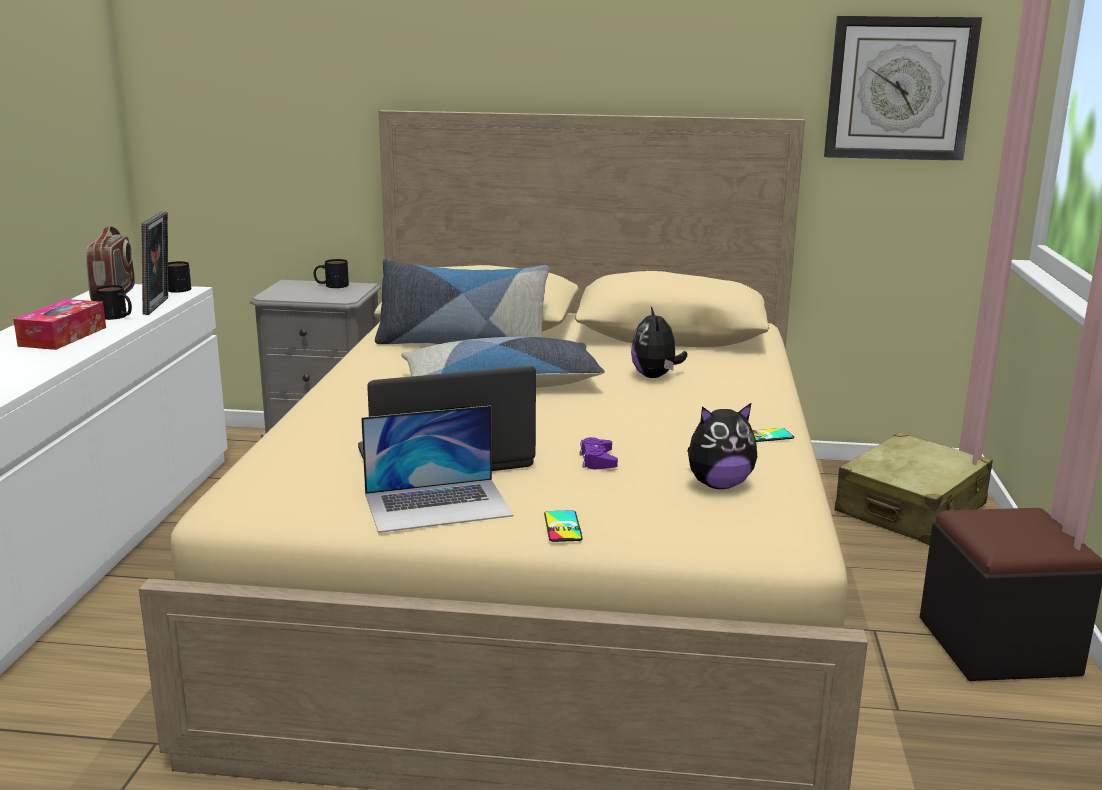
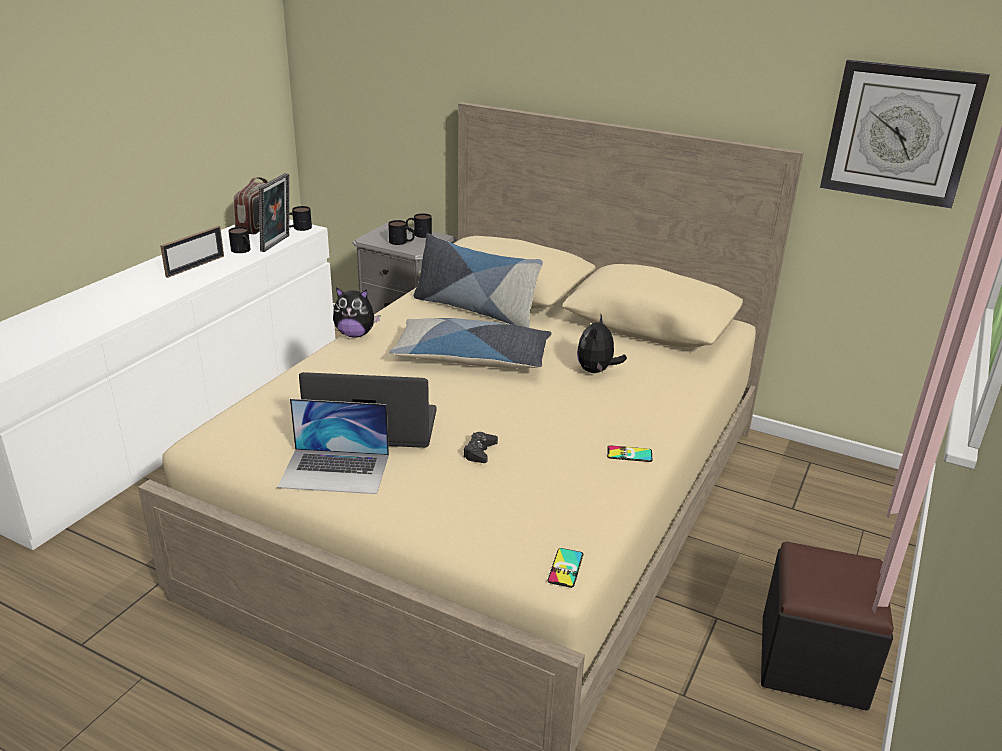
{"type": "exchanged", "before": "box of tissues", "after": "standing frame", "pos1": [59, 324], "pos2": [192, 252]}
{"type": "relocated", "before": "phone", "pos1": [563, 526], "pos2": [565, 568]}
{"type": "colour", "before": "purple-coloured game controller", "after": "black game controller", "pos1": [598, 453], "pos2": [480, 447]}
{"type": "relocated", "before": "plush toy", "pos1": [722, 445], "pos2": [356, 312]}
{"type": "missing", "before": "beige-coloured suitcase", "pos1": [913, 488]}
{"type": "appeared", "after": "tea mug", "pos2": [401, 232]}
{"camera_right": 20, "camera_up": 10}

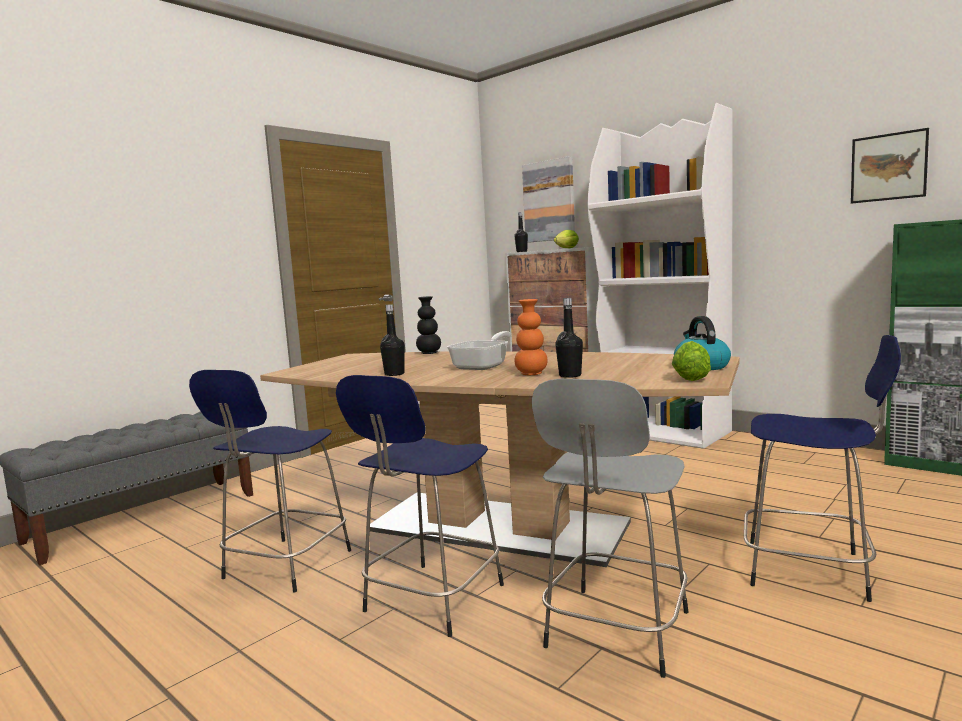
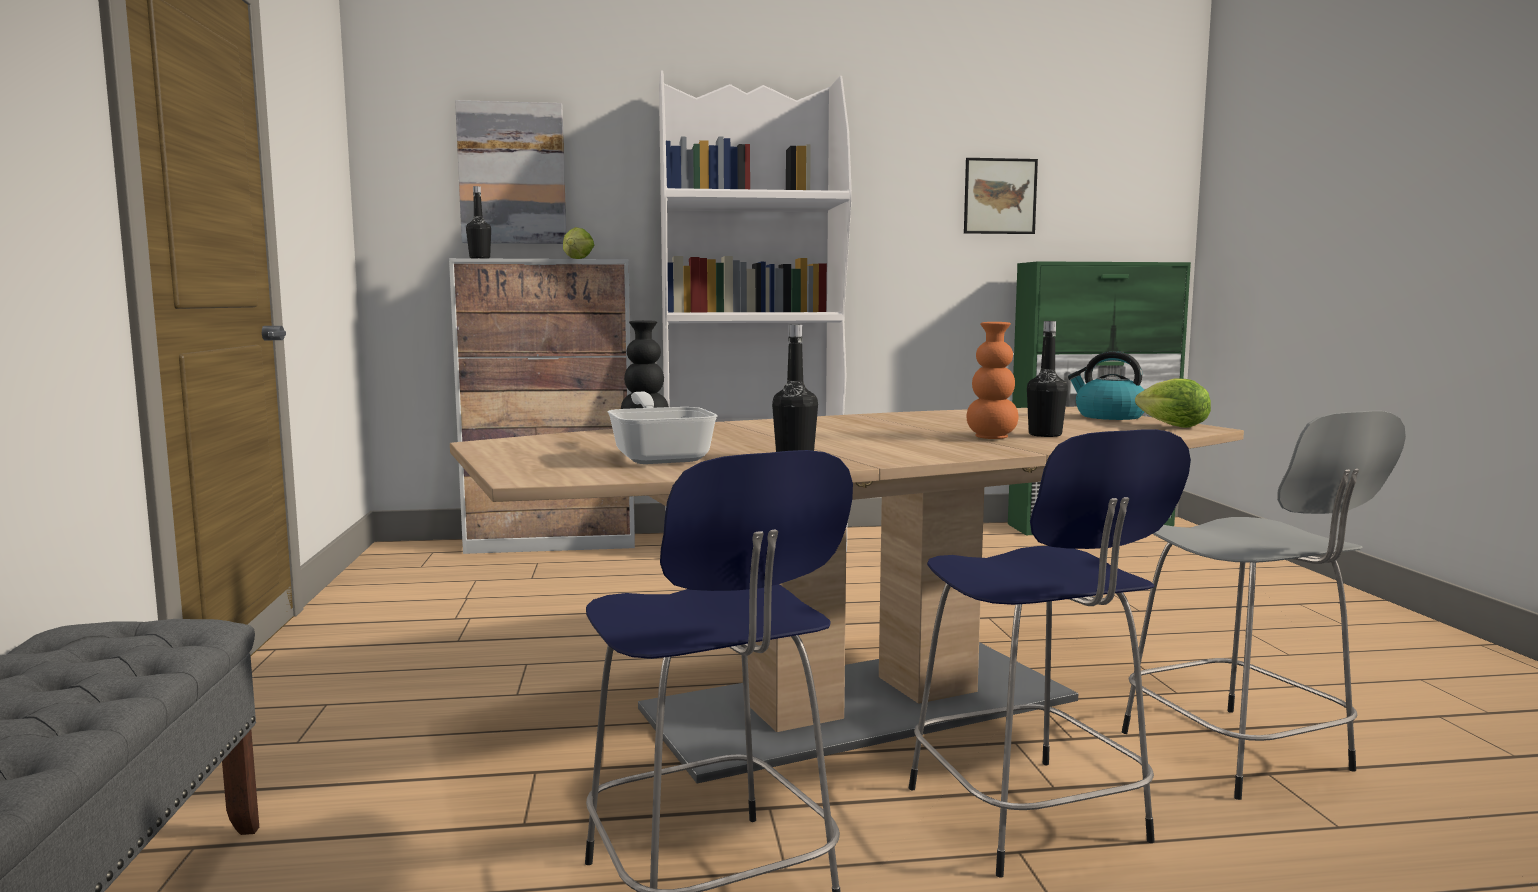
{"type": "relocated", "before": "frying pan", "pos1": [479, 350], "pos2": [663, 428]}
{"type": "missing", "before": "blue sitting stool", "pos1": [822, 468]}
{"camera_right": -50, "camera_up": 0}

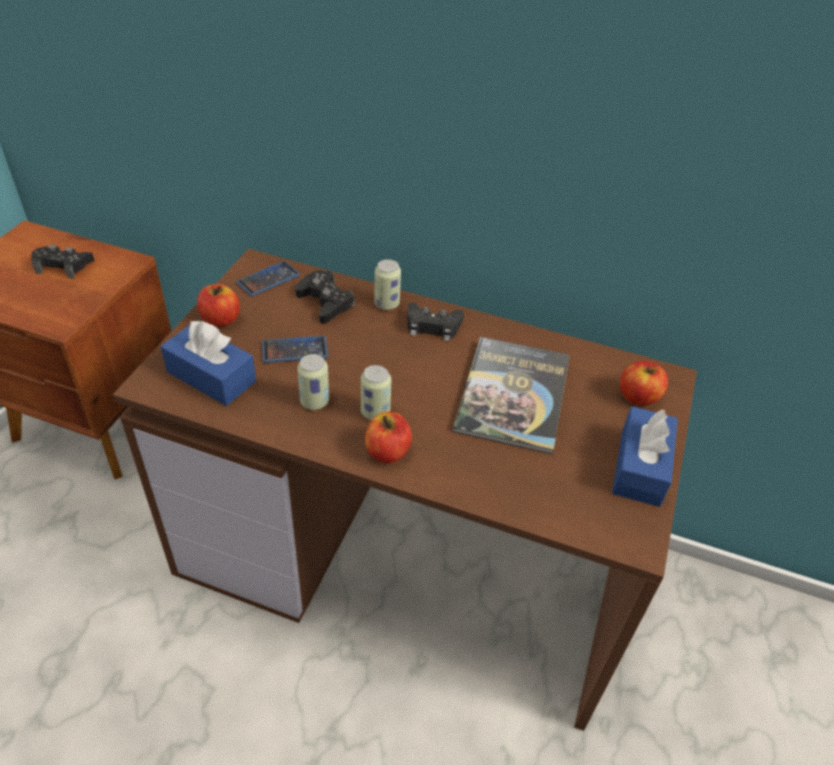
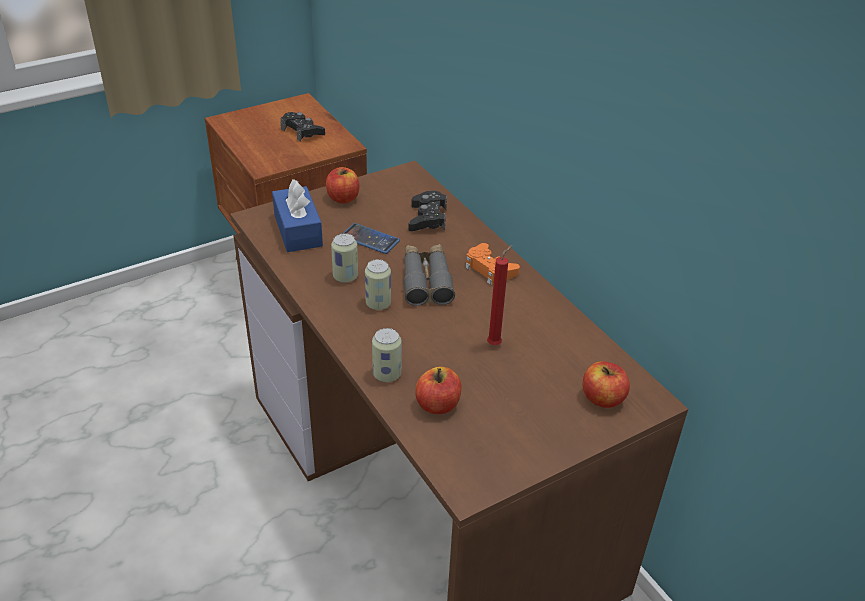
{"type": "missing", "before": "phone", "pos1": [268, 278]}
{"type": "relocated", "before": "whole apple", "pos1": [388, 437], "pos2": [438, 390]}
{"type": "relocated", "before": "sealed can", "pos1": [387, 284], "pos2": [387, 355]}
{"type": "colour", "before": "black game controller", "after": "orange game controller", "pos1": [435, 322], "pos2": [492, 264]}
{"type": "exchanged", "before": "bound book", "after": "red-coloured candle", "pos1": [511, 395], "pos2": [500, 295]}
{"type": "missing", "before": "blue box of tissues", "pos1": [645, 456]}
{"type": "appeared", "after": "grey field glasses", "pos2": [429, 275]}
{"camera_right": 40, "camera_up": -5}

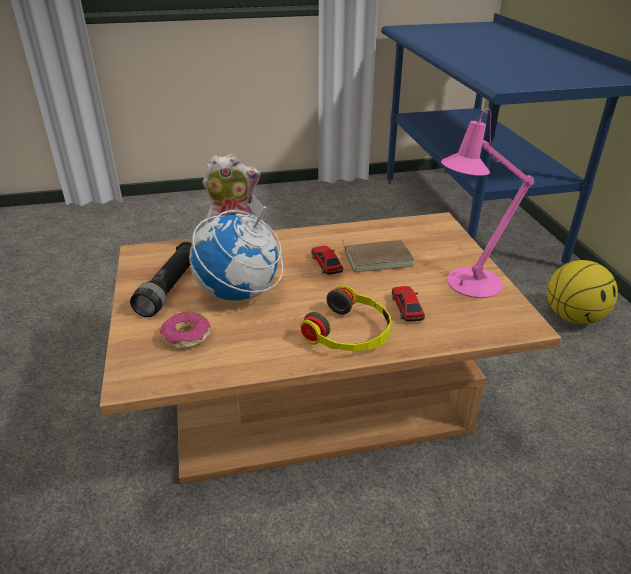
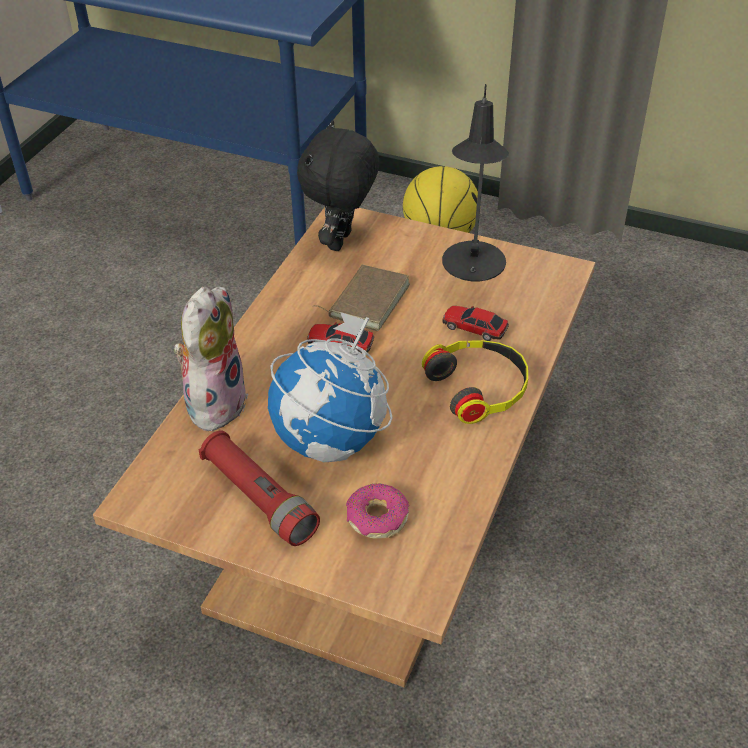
{"type": "colour", "before": "black flashlight", "after": "red-coloured flashlight", "pos1": [161, 279], "pos2": [259, 488]}
{"type": "colour", "before": "pinkish table lamp", "after": "black table lamp", "pos1": [487, 203], "pos2": [475, 182]}
{"type": "appeared", "after": "black plush toy", "pos2": [338, 185]}
{"camera_right": -55, "camera_up": 10}

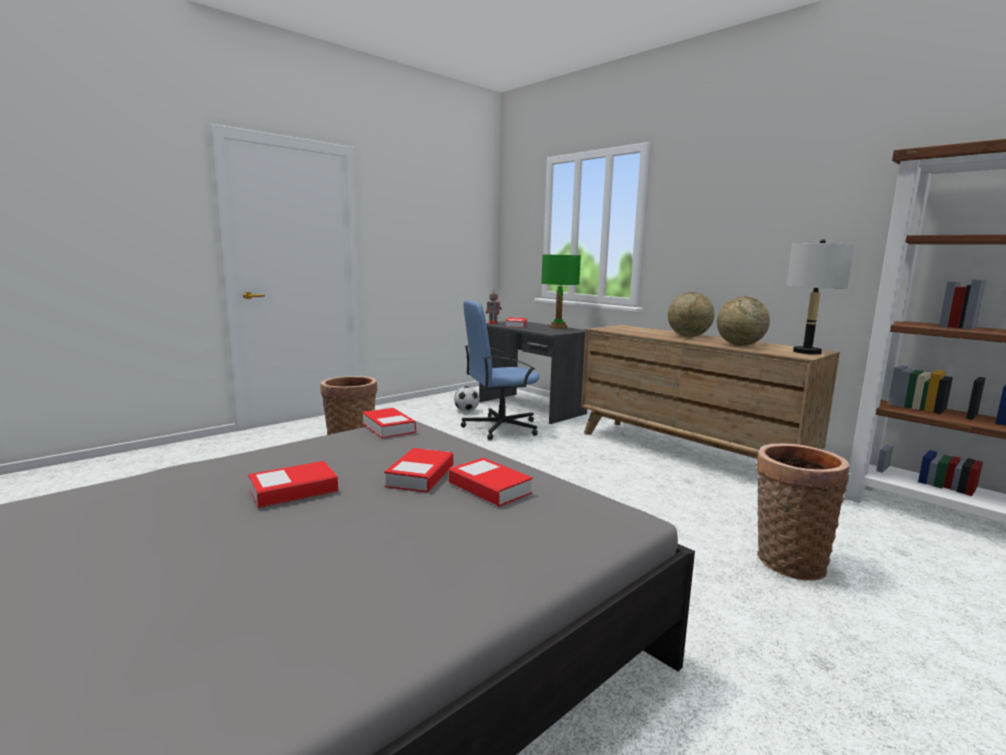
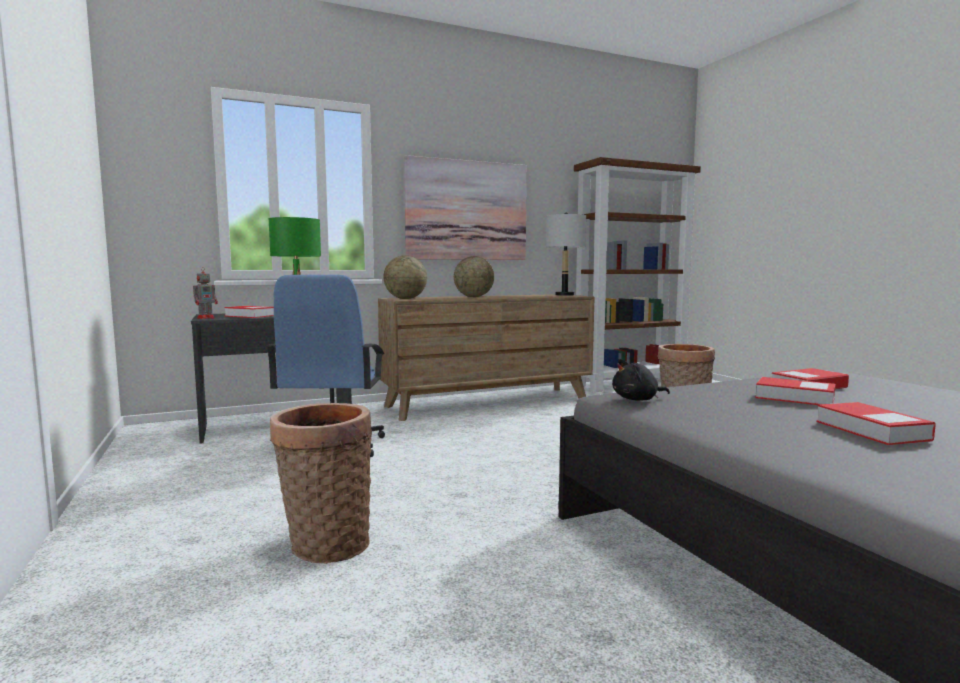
{"type": "exchanged", "before": "bound book", "after": "black plush toy", "pos1": [389, 423], "pos2": [641, 380]}
{"type": "missing", "before": "football", "pos1": [467, 399]}
{"type": "relocated", "before": "globe", "pos1": [743, 321], "pos2": [405, 277]}
{"type": "appeared", "after": "wall picture", "pos2": [465, 207]}
{"camera_right": -70, "camera_up": -5}

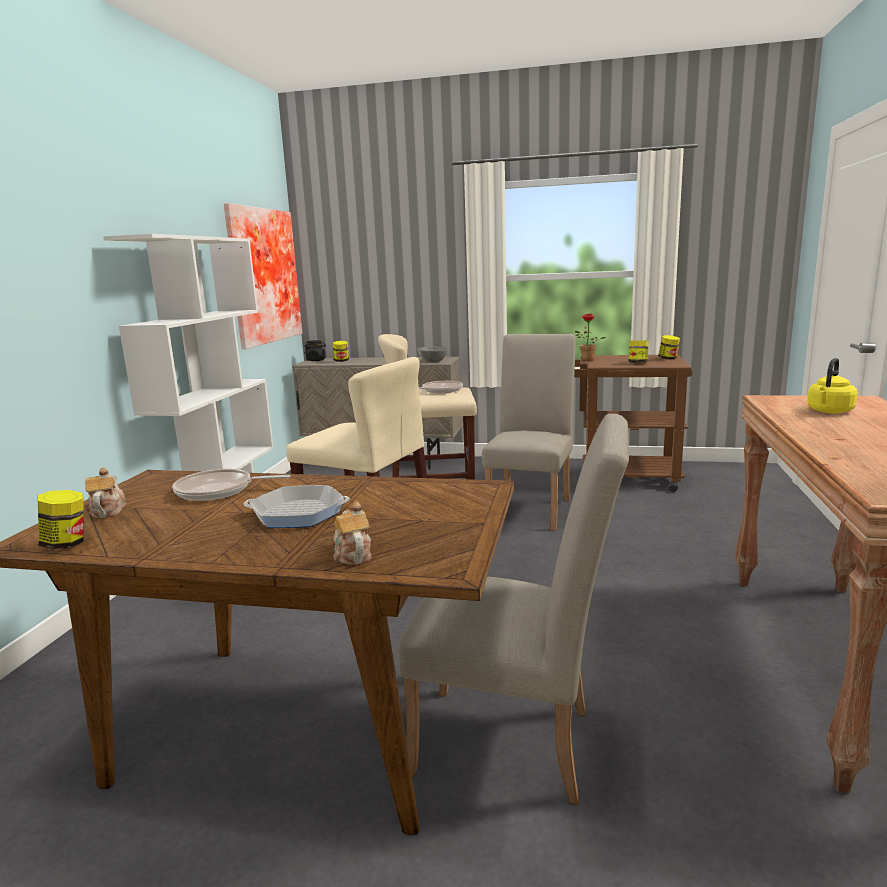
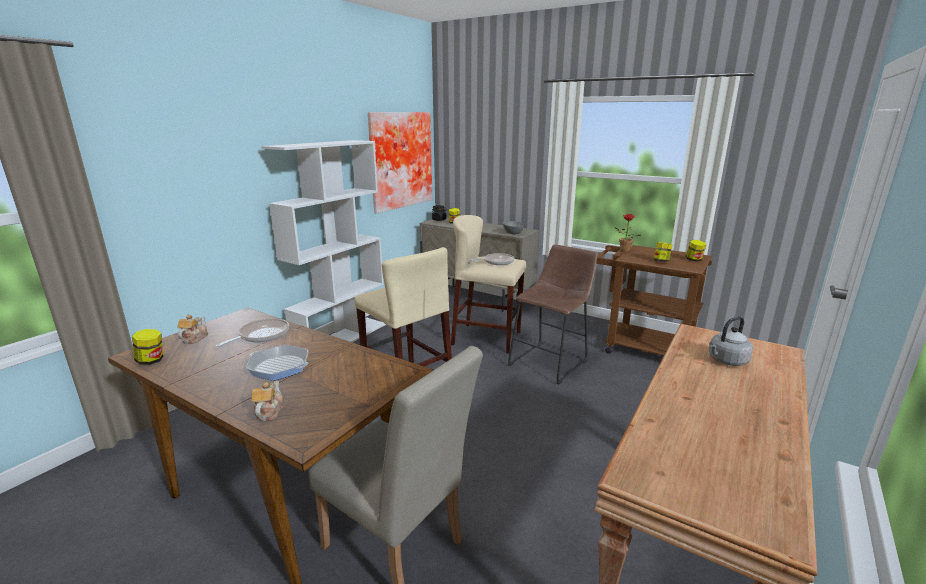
{"type": "spun", "before": "frying pan", "pos1": [231, 485], "pos2": [252, 332], "turn": 105}
{"type": "exchanged", "before": "beige-coloured chair", "after": "brownish sitting stool", "pos1": [529, 432], "pos2": [552, 314]}
{"type": "colour", "before": "yellow-coloured tea kettle", "after": "grey tea kettle", "pos1": [832, 385], "pos2": [731, 341]}
{"camera_right": 20, "camera_up": 5}

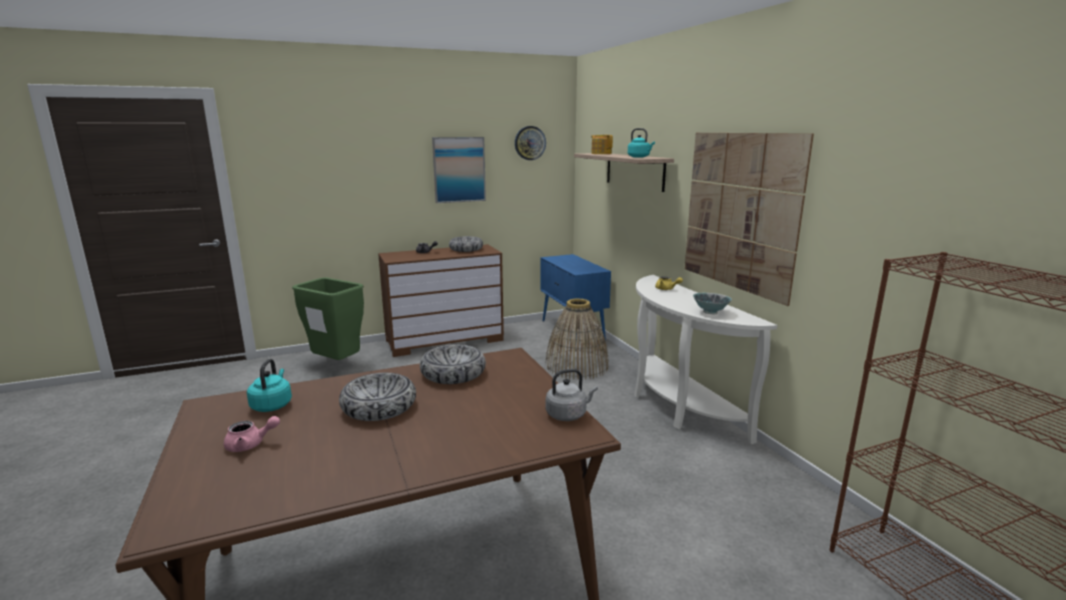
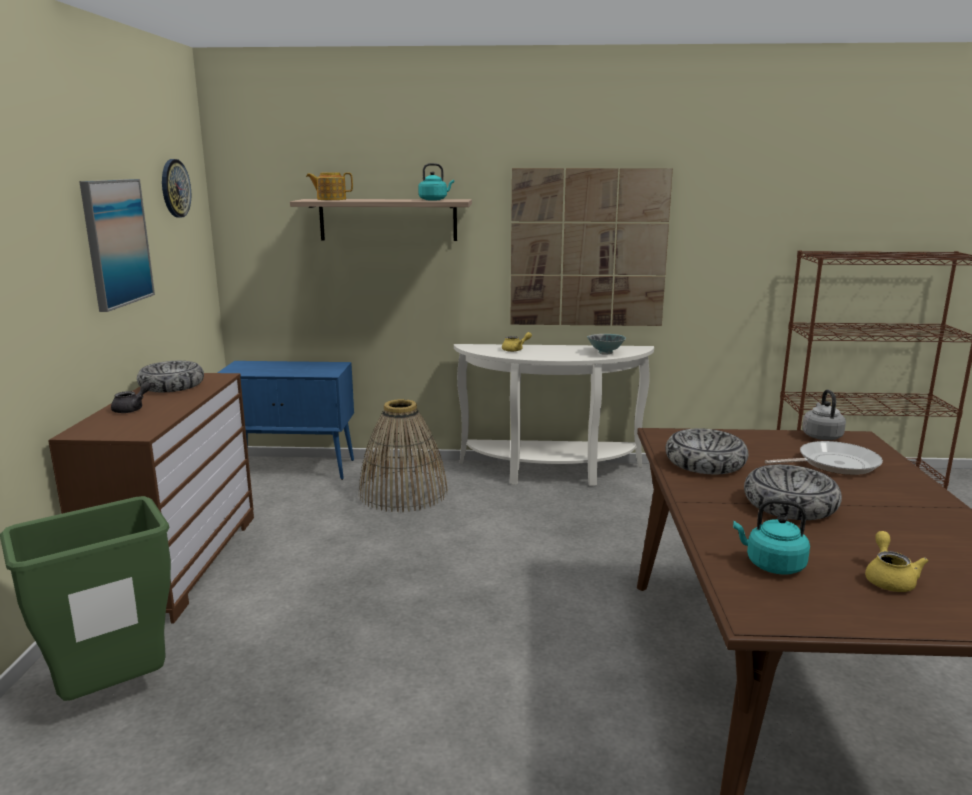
{"type": "colour", "before": "pinkish pot for tea", "after": "yellow-coloured pot for tea", "pos1": [252, 434], "pos2": [896, 561]}
{"type": "appeared", "after": "frying pan", "pos2": [824, 458]}
{"camera_right": -65, "camera_up": 0}

